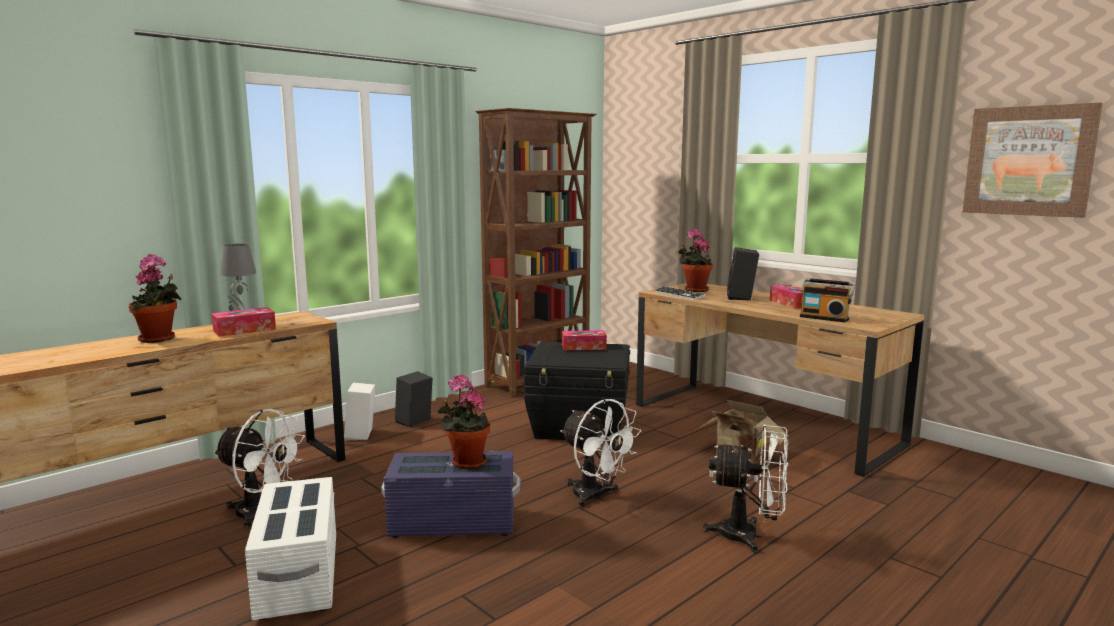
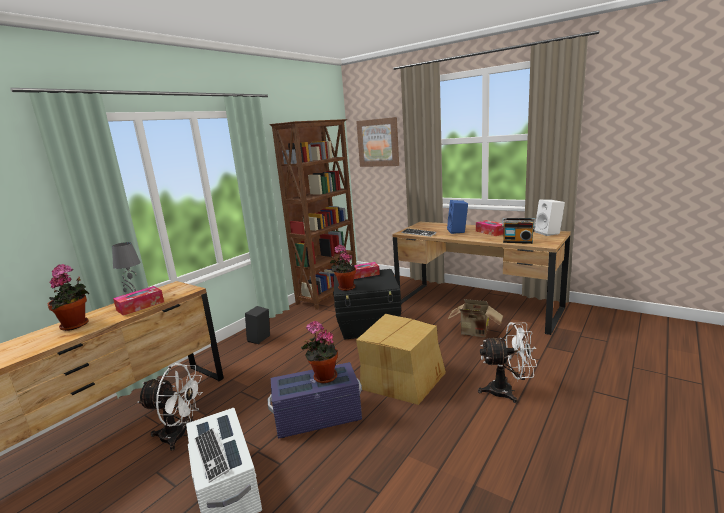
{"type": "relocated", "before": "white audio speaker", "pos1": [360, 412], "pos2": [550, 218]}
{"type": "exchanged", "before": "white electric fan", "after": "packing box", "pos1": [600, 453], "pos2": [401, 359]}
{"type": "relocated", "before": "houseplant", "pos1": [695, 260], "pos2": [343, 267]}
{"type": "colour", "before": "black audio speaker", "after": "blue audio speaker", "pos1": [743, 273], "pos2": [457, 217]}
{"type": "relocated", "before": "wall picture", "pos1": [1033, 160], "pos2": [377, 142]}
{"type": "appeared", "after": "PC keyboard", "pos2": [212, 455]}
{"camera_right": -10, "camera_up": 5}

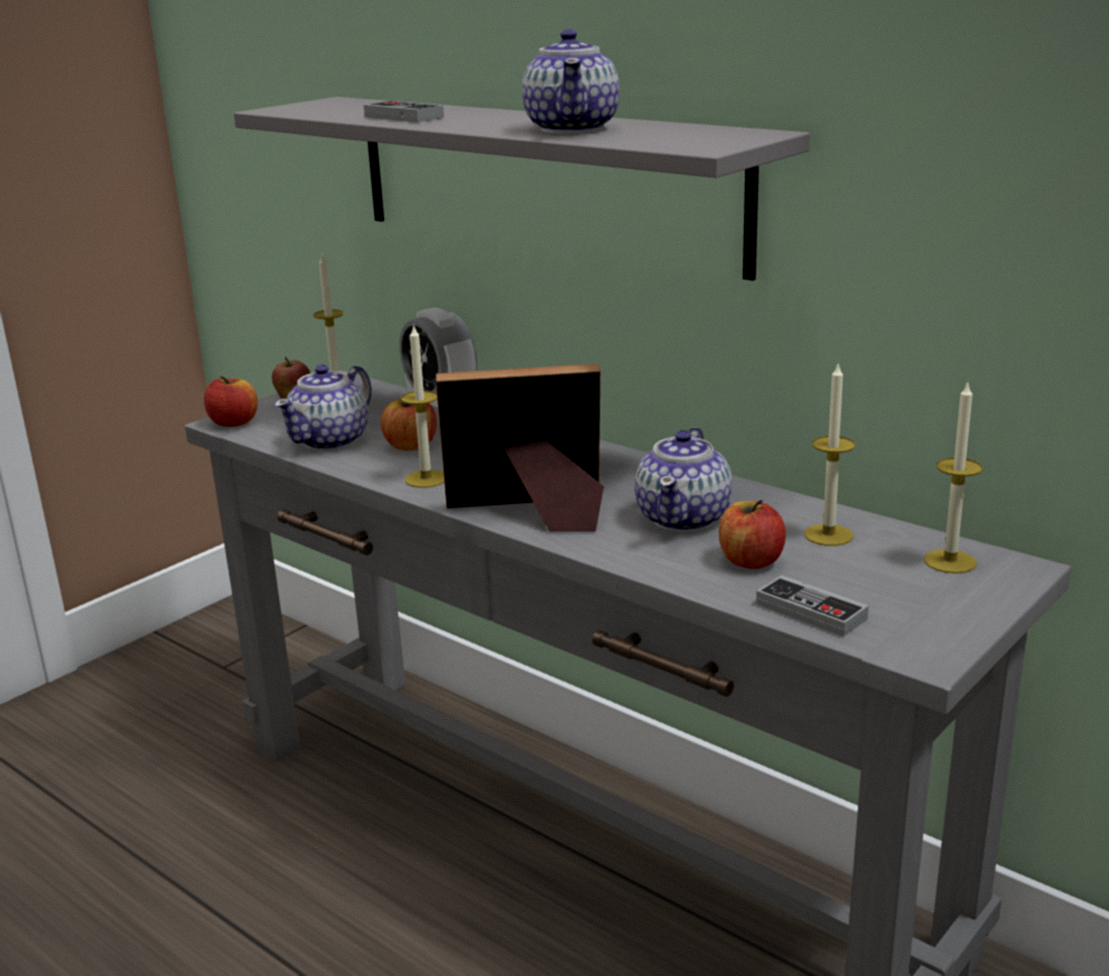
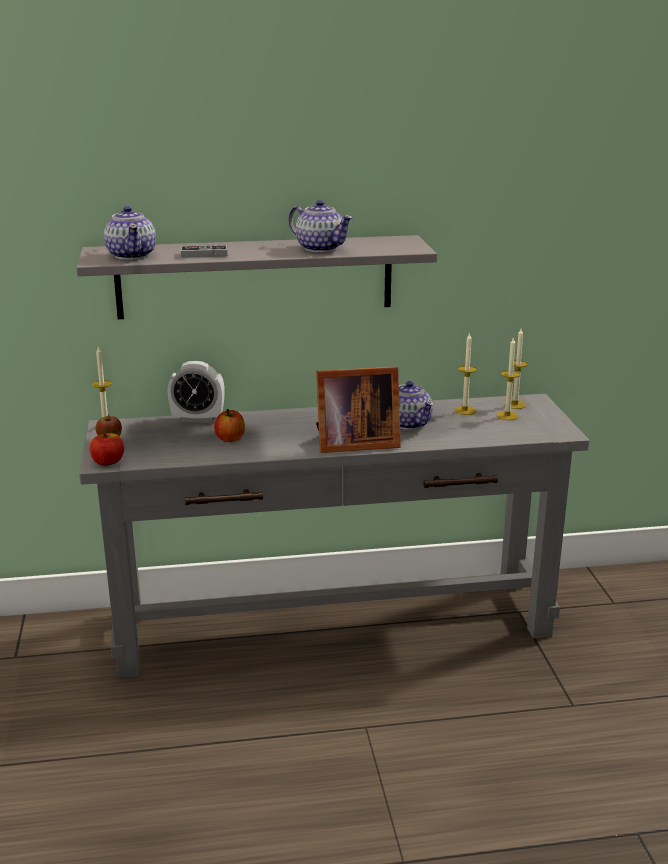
{"type": "relocated", "before": "pot for tea", "pos1": [323, 407], "pos2": [130, 233]}
{"type": "relocated", "before": "candle", "pos1": [422, 406], "pos2": [508, 379]}
{"type": "spun", "before": "standing frame", "pos1": [520, 448], "pos2": [358, 410], "turn": -135}
{"type": "missing", "before": "whole apple", "pos1": [752, 534]}
{"type": "missing", "before": "game controller", "pos1": [812, 605]}
{"camera_right": -50, "camera_up": 0}

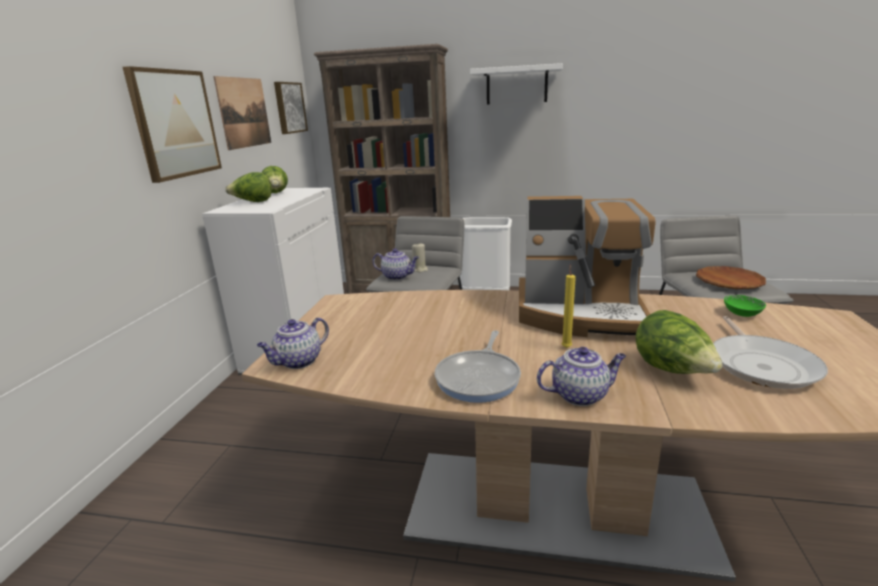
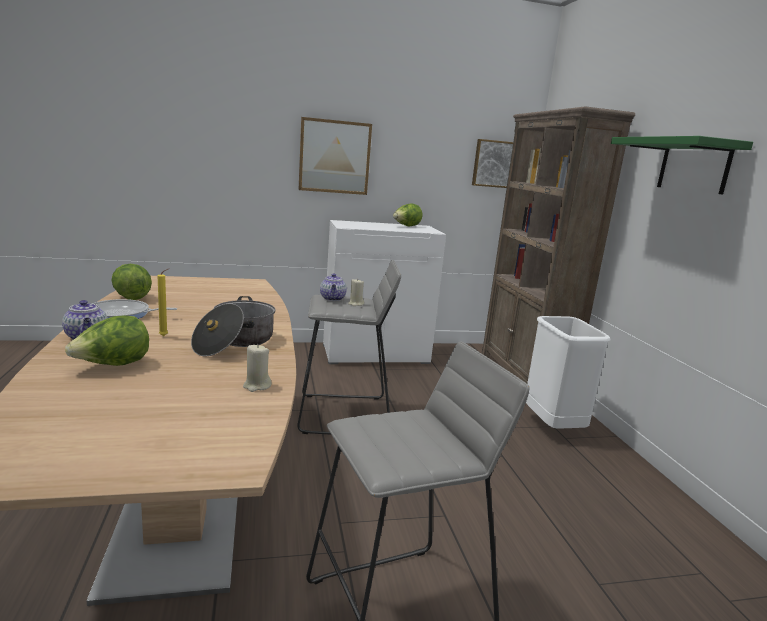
{"type": "missing", "before": "wall picture", "pos1": [242, 113]}
{"type": "relocated", "before": "head of lettuce", "pos1": [248, 187], "pos2": [131, 282]}
{"type": "missing", "before": "pot for tea", "pos1": [293, 343]}
{"type": "colour", "before": "white shelf", "after": "green shelf", "pos1": [516, 84], "pos2": [682, 165]}
{"type": "exchanged", "before": "coffee maker", "after": "saucepot", "pos1": [587, 266], "pos2": [233, 326]}
{"type": "missing", "before": "brownish flat dish", "pos1": [731, 277]}
{"type": "missing", "before": "frying pan", "pos1": [770, 352]}
{"type": "missing", "before": "green serving bowl", "pos1": [745, 306]}
{"type": "appeared", "after": "beige-coloured candle", "pos2": [257, 368]}
{"camera_right": 65, "camera_up": -5}

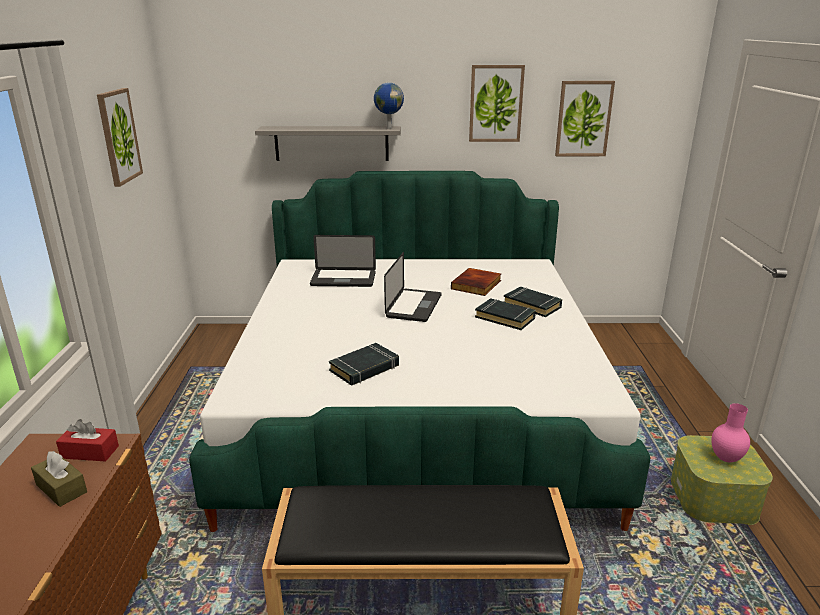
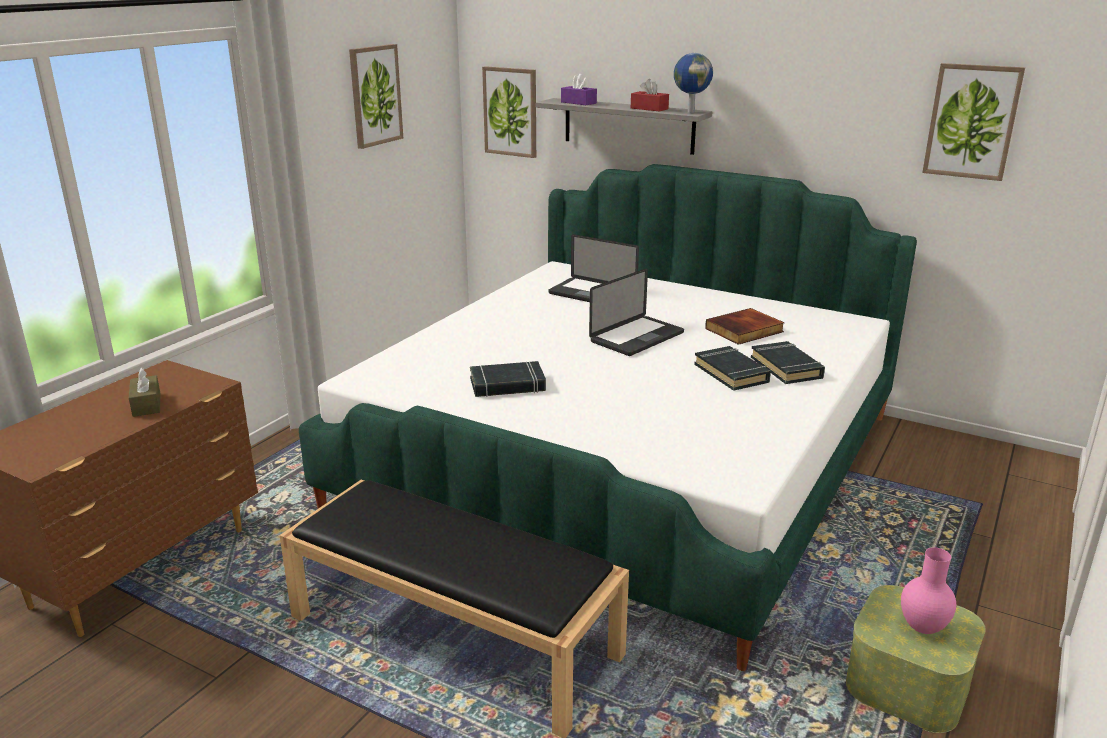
{"type": "relocated", "before": "red-coloured box of tissues", "pos1": [87, 440], "pos2": [650, 95]}
{"type": "relocated", "before": "wall picture", "pos1": [497, 103], "pos2": [509, 112]}
{"type": "appeared", "after": "purple-coloured box of tissues", "pos2": [579, 89]}
{"camera_right": 30, "camera_up": 0}

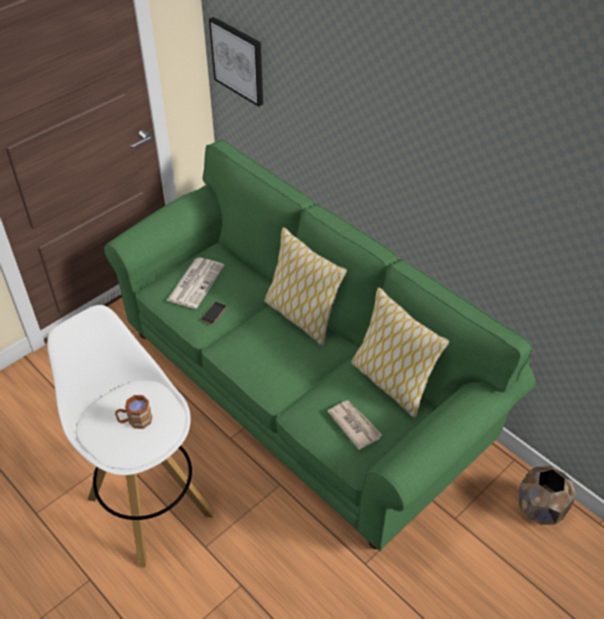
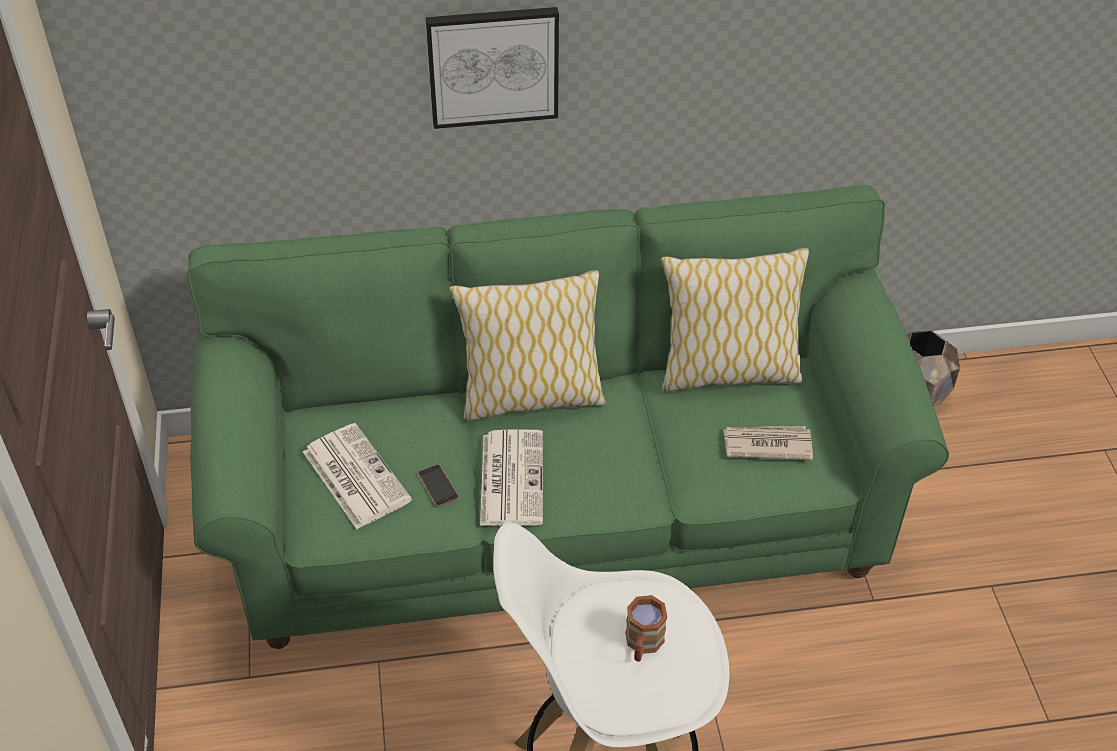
{"type": "relocated", "before": "wall picture", "pos1": [236, 62], "pos2": [492, 68]}
{"type": "appeared", "after": "printed paper", "pos2": [511, 477]}
{"camera_right": -55, "camera_up": 0}

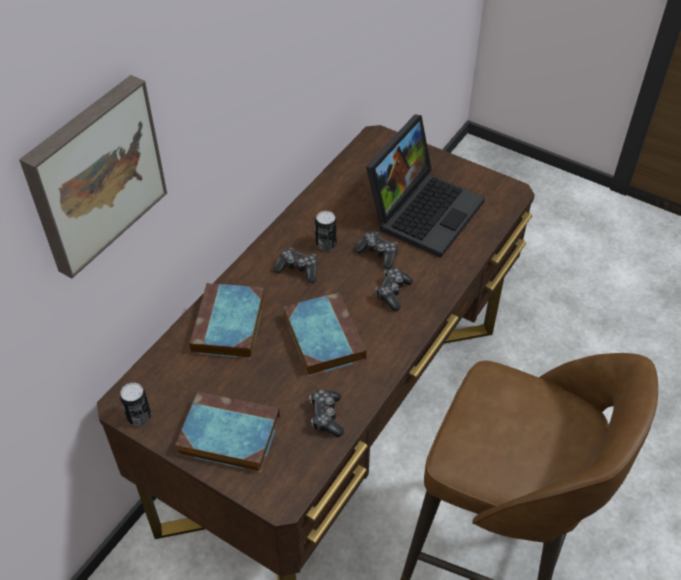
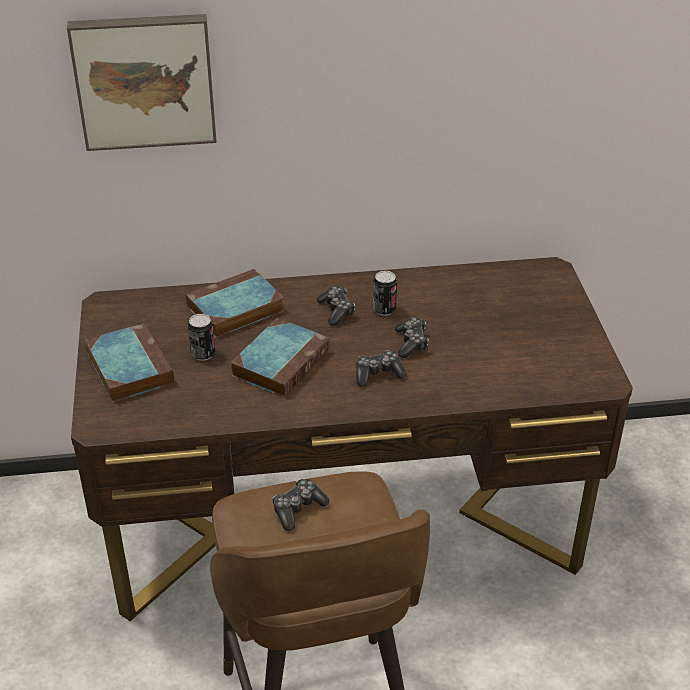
{"type": "relocated", "before": "sealed can", "pos1": [135, 404], "pos2": [201, 337]}
{"type": "relocated", "before": "game controller", "pos1": [326, 413], "pos2": [301, 505]}
{"type": "missing", "before": "notebook computer", "pos1": [425, 186]}
{"camera_right": 50, "camera_up": -10}

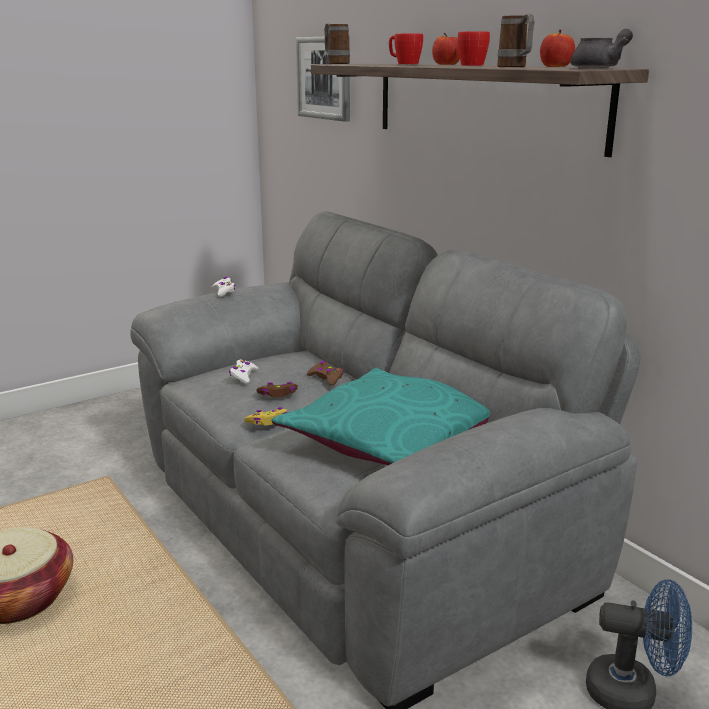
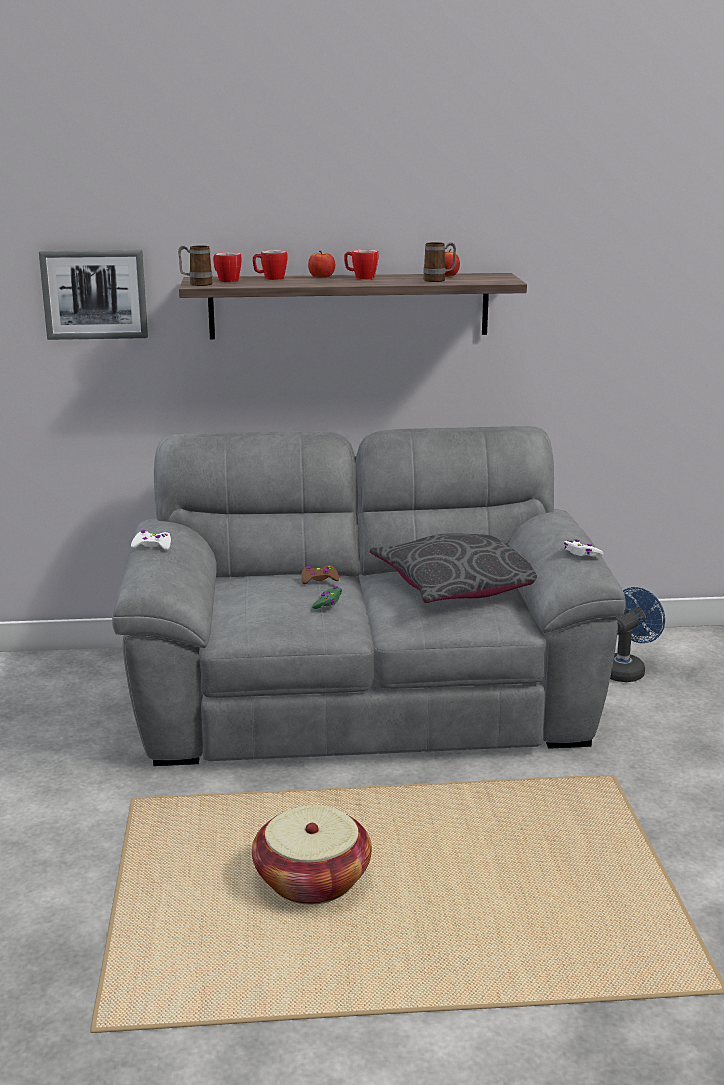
{"type": "relocated", "before": "white game controller", "pos1": [244, 372], "pos2": [583, 548]}
{"type": "missing", "before": "yellow-coloured game controller", "pos1": [266, 416]}
{"type": "colour", "before": "brownish game controller", "after": "green game controller", "pos1": [277, 389], "pos2": [327, 597]}
{"type": "colour", "before": "turquoise pillow", "after": "grey pillow", "pos1": [381, 416], "pos2": [453, 568]}
{"type": "missing", "before": "grey pot for tea", "pos1": [601, 48]}
{"type": "appeared", "after": "tea mug", "pos2": [227, 267]}
{"camera_right": -60, "camera_up": 0}

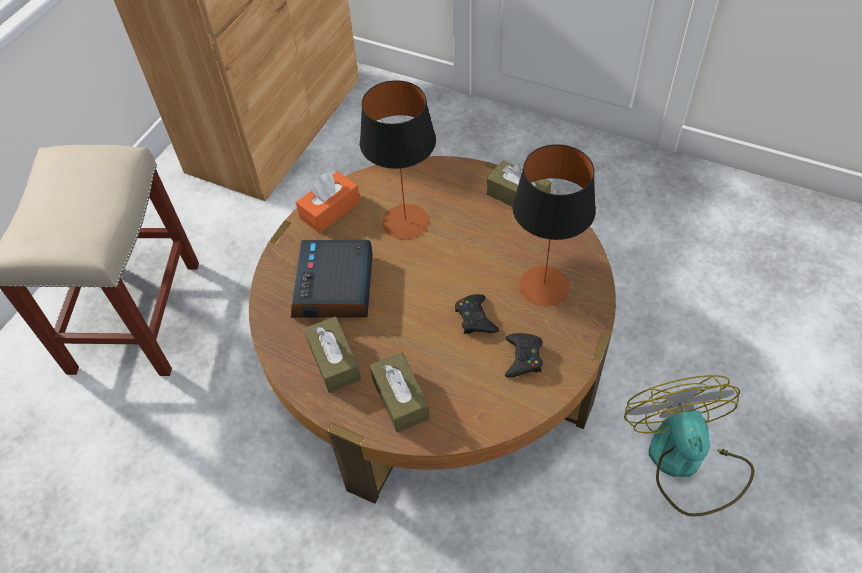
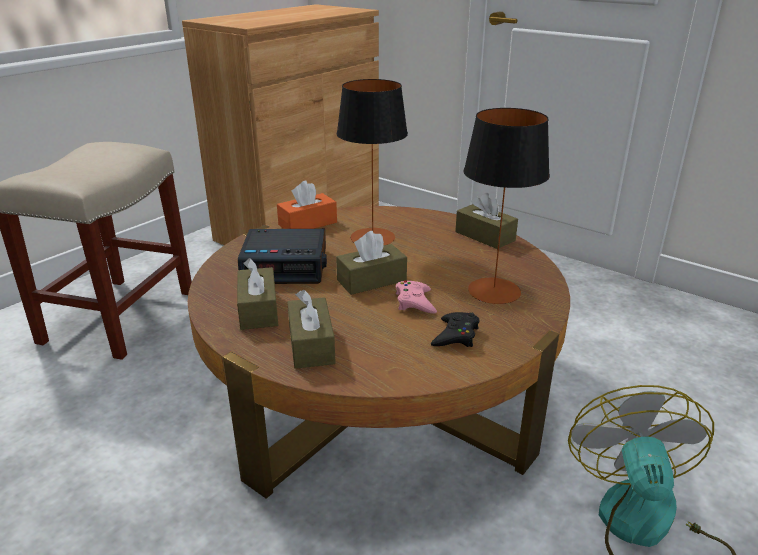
{"type": "spun", "before": "alarm clock", "pos1": [332, 279], "pos2": [282, 256], "turn": -105}
{"type": "colour", "before": "black game controller", "after": "pinkish game controller", "pos1": [477, 314], "pos2": [416, 297]}
{"type": "appeared", "after": "brownish box of tissues", "pos2": [371, 263]}
{"camera_right": 10, "camera_up": -25}

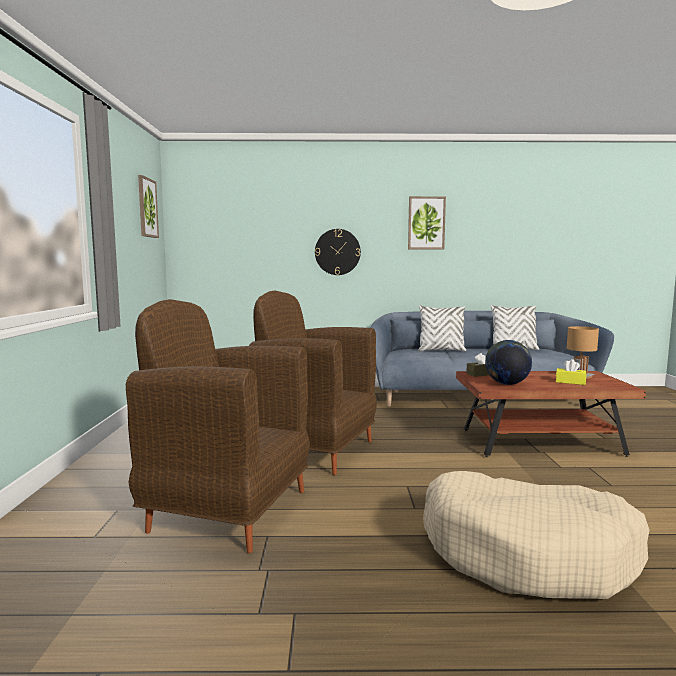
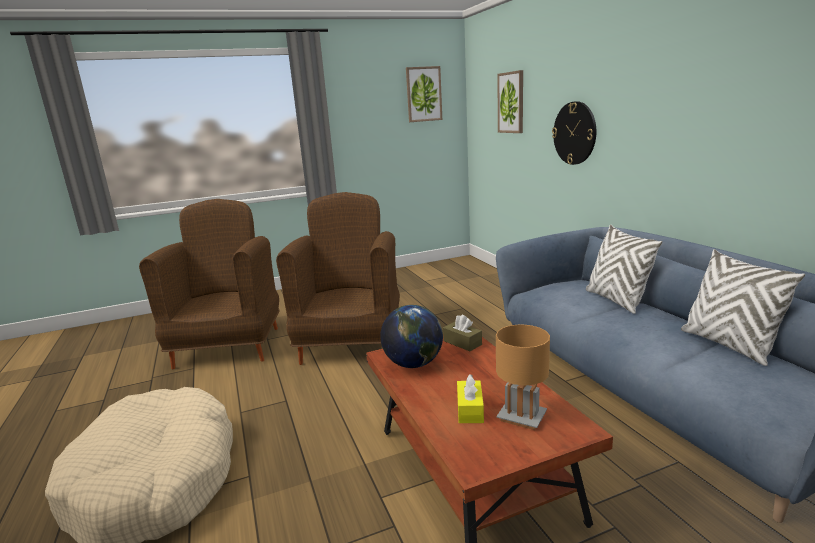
{"type": "relocated", "before": "wall picture", "pos1": [427, 222], "pos2": [510, 101]}
{"camera_right": 70, "camera_up": 10}

